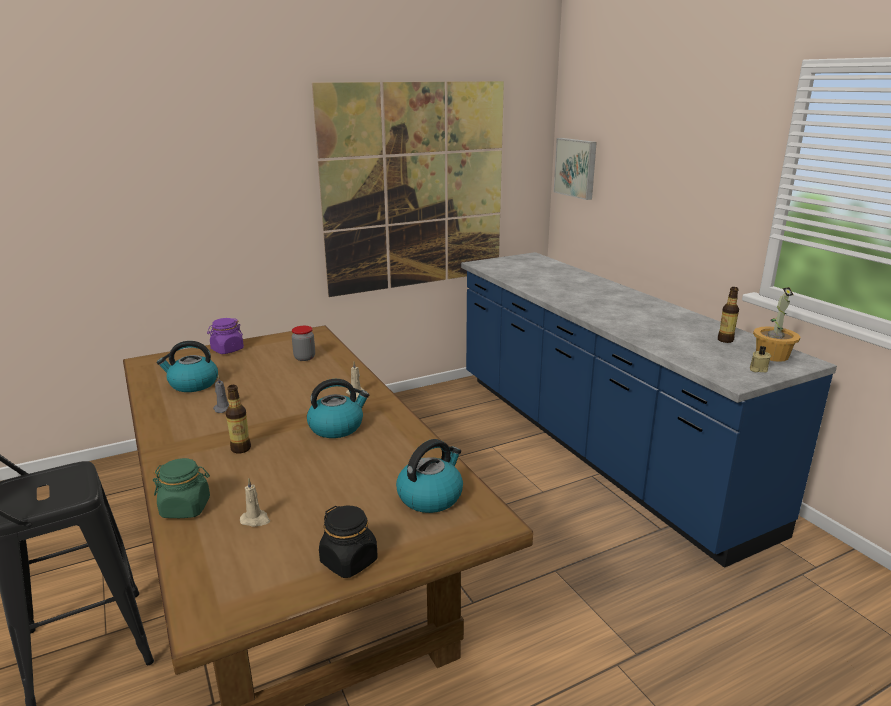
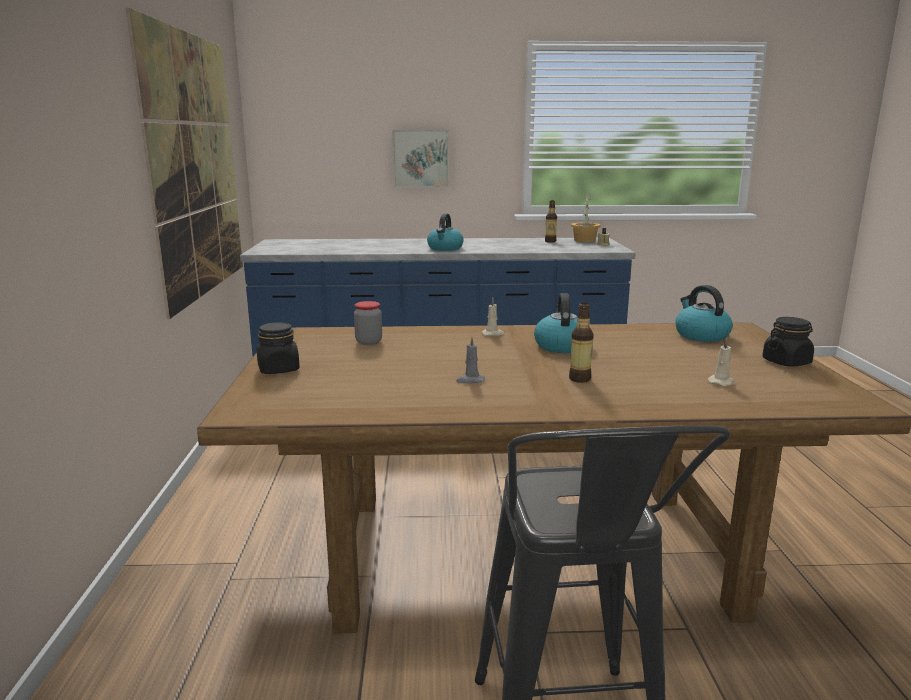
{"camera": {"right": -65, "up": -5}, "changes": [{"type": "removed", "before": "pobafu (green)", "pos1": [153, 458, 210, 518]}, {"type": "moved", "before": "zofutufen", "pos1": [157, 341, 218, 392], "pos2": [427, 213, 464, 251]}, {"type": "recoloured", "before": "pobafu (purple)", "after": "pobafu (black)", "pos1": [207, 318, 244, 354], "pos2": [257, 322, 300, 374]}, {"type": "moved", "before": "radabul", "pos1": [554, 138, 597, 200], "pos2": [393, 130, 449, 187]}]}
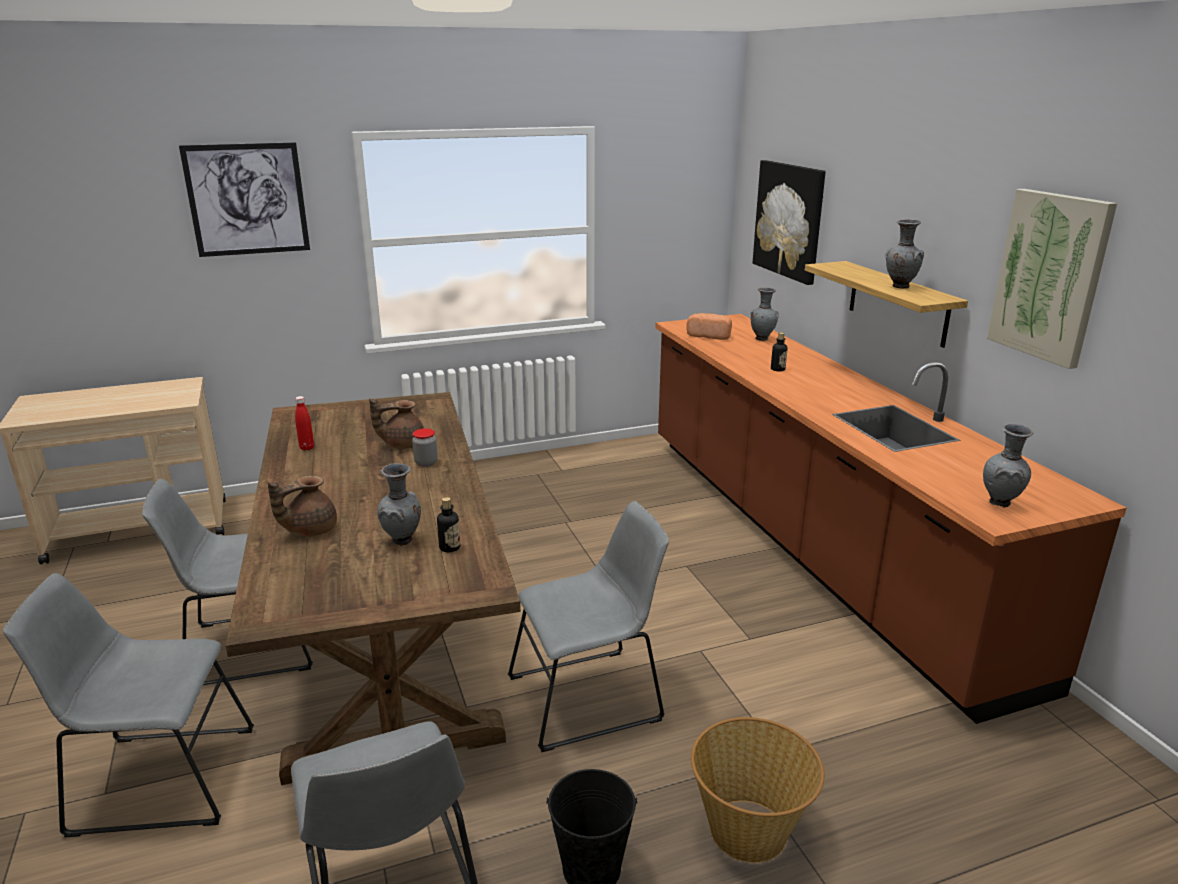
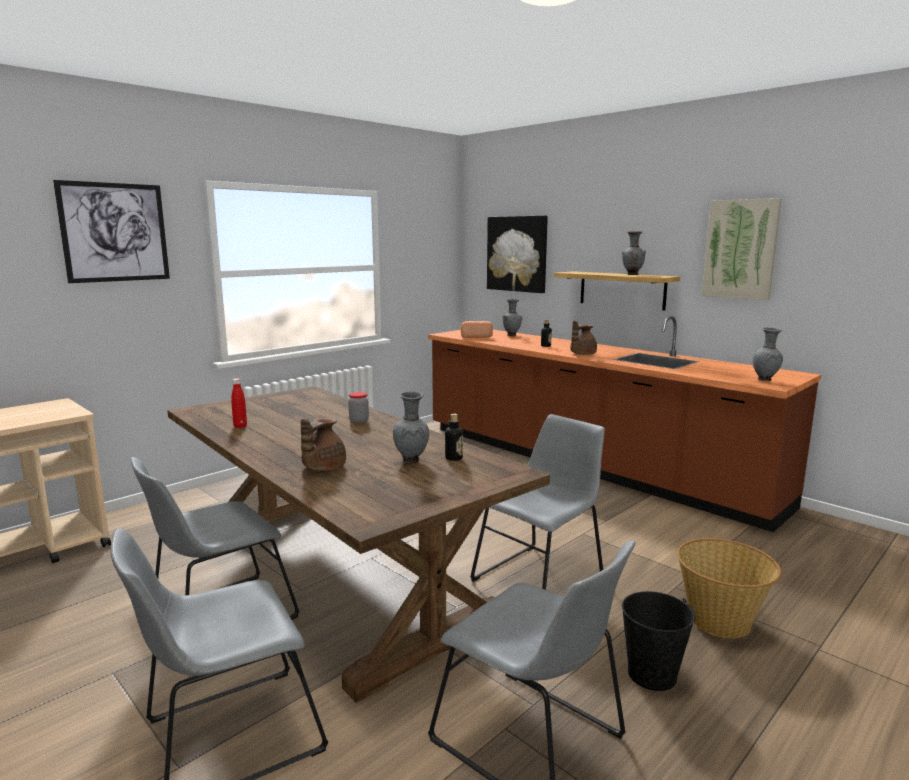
{"camera": {"right": -25, "up": -10}, "changes": [{"type": "moved", "before": "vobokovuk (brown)", "pos1": [369, 398, 424, 449], "pos2": [570, 321, 597, 355]}]}
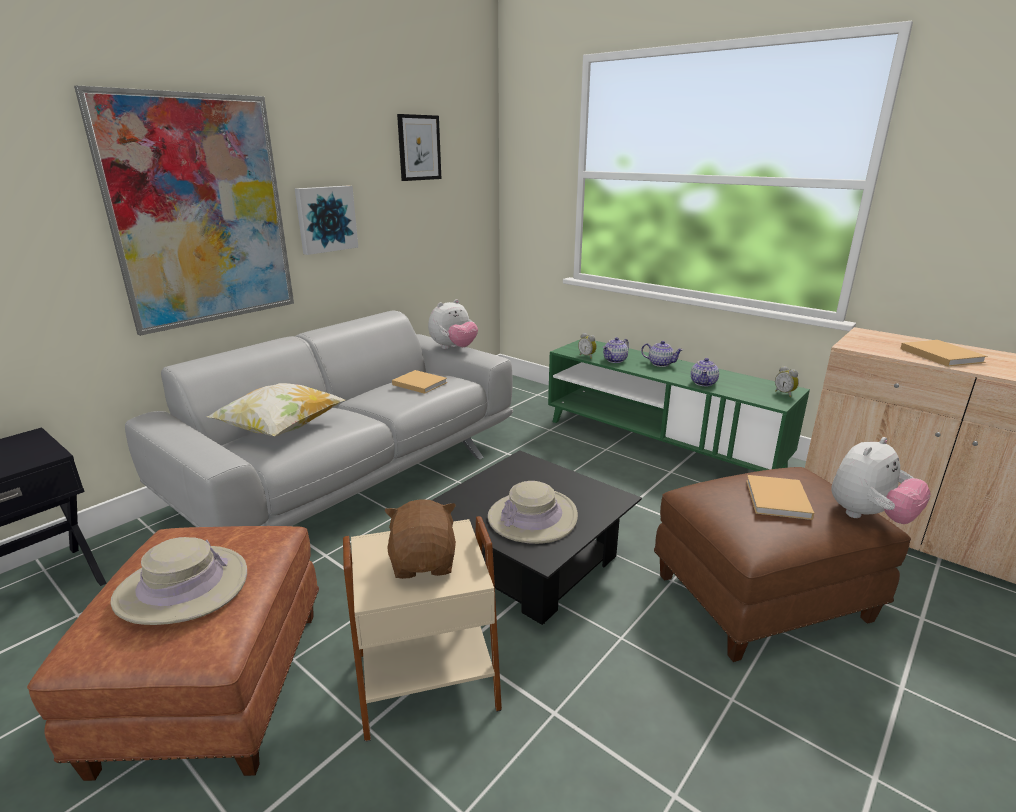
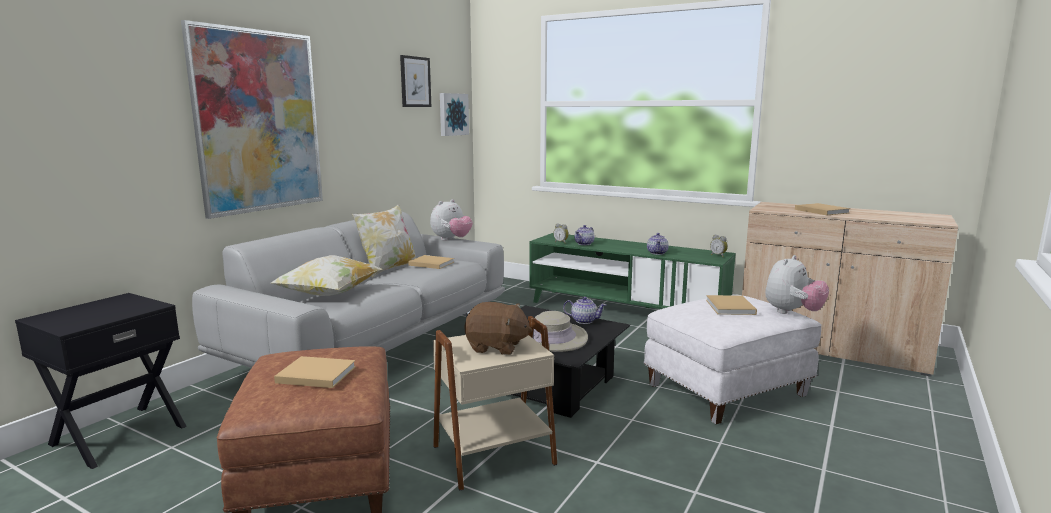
{"camera": {"right": -10, "up": -10}, "changes": [{"type": "replaced", "before": "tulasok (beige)", "after": "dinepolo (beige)", "pos1": [110, 537, 247, 625], "pos2": [274, 356, 356, 388]}, {"type": "moved", "before": "radabul", "pos1": [295, 186, 358, 255], "pos2": [440, 93, 469, 136]}, {"type": "turned", "before": "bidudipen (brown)", "pos1": [385, 499, 456, 579], "pos2": [465, 302, 533, 355], "turn": 120}, {"type": "moved", "before": "vobokovuk", "pos1": [641, 341, 683, 367], "pos2": [563, 297, 606, 324]}, {"type": "recoloured", "before": "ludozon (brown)", "after": "ludozon (white)", "pos1": [654, 467, 911, 662], "pos2": [644, 295, 822, 424]}, {"type": "added", "after": "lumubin", "pos2": [352, 204, 416, 277]}]}
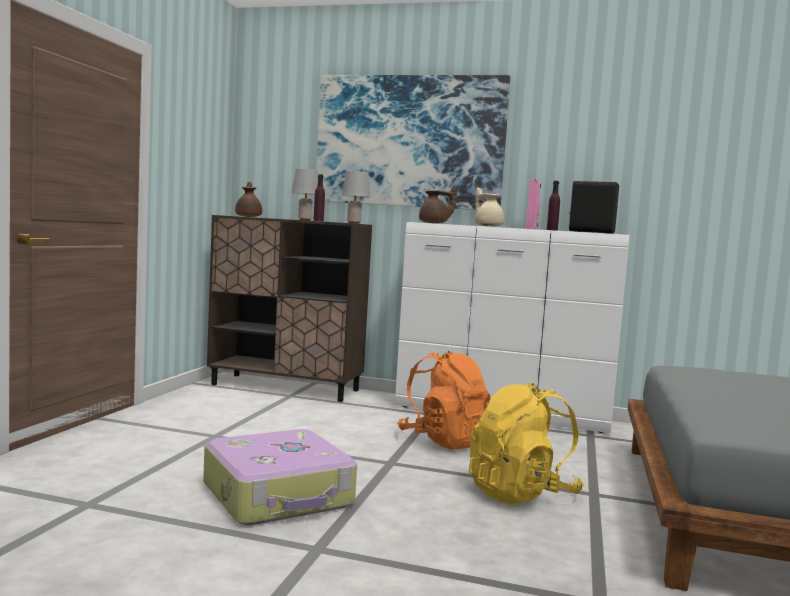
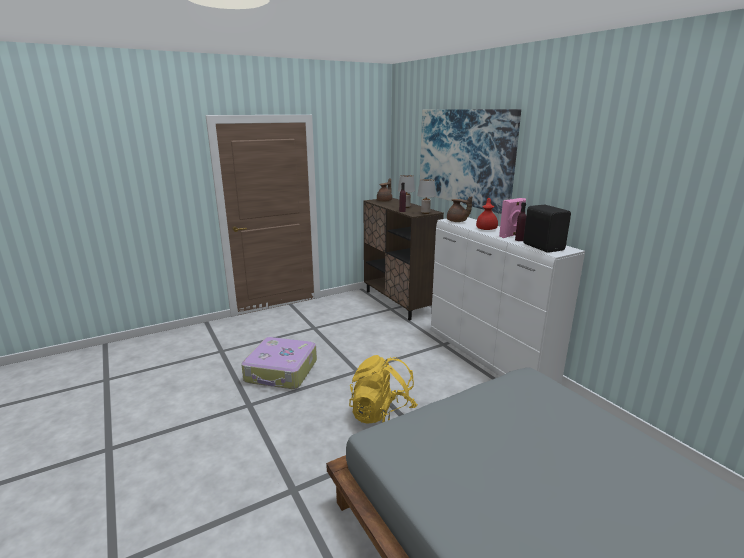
{"camera": {"right": 45, "up": 15}, "changes": [{"type": "removed", "before": "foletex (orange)", "pos1": [397, 351, 491, 450]}, {"type": "recoloured", "before": "vobokovuk (beige)", "after": "vobokovuk (red)", "pos1": [475, 187, 504, 227], "pos2": [476, 198, 498, 230]}]}
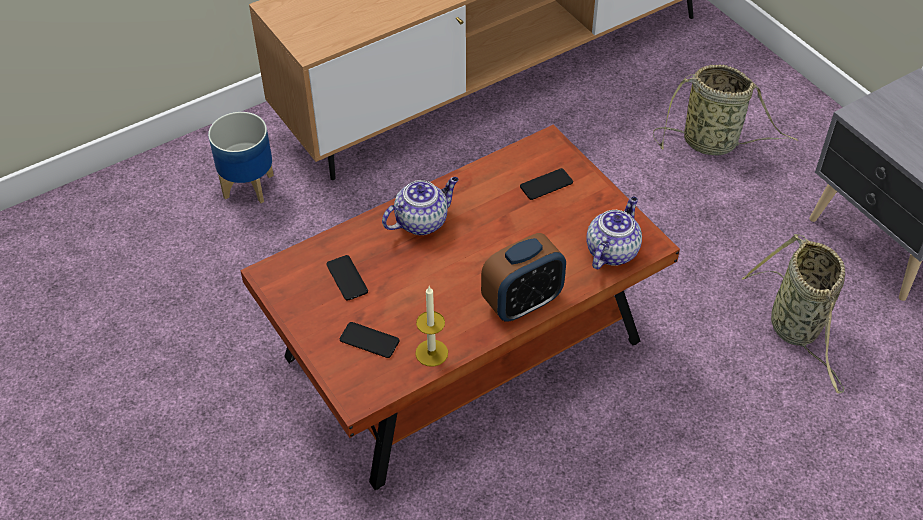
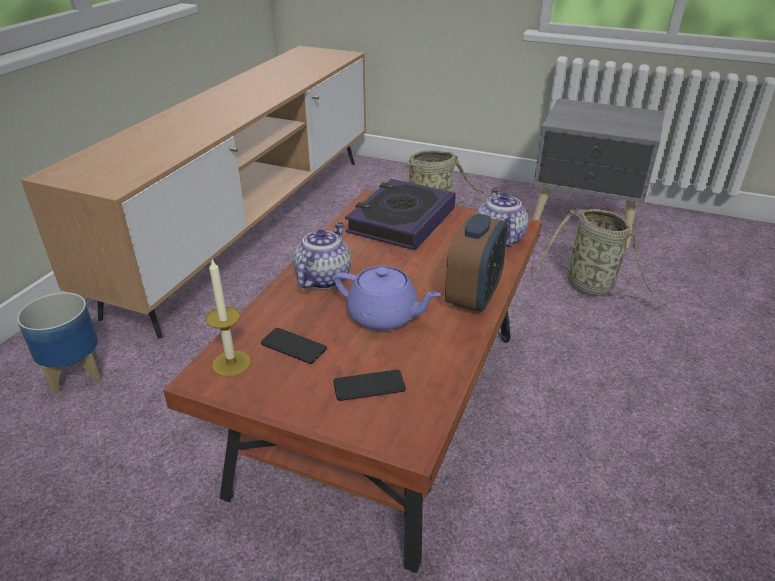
{"camera": {"right": -35, "up": -15}, "changes": [{"type": "moved", "before": "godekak", "pos1": [415, 286, 448, 367], "pos2": [205, 259, 251, 377]}, {"type": "replaced", "before": "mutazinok", "after": "dinepolo", "pos1": [520, 168, 573, 200], "pos2": [345, 179, 456, 250]}, {"type": "added", "after": "vobokovuk (purple)", "pos2": [334, 266, 441, 331]}]}
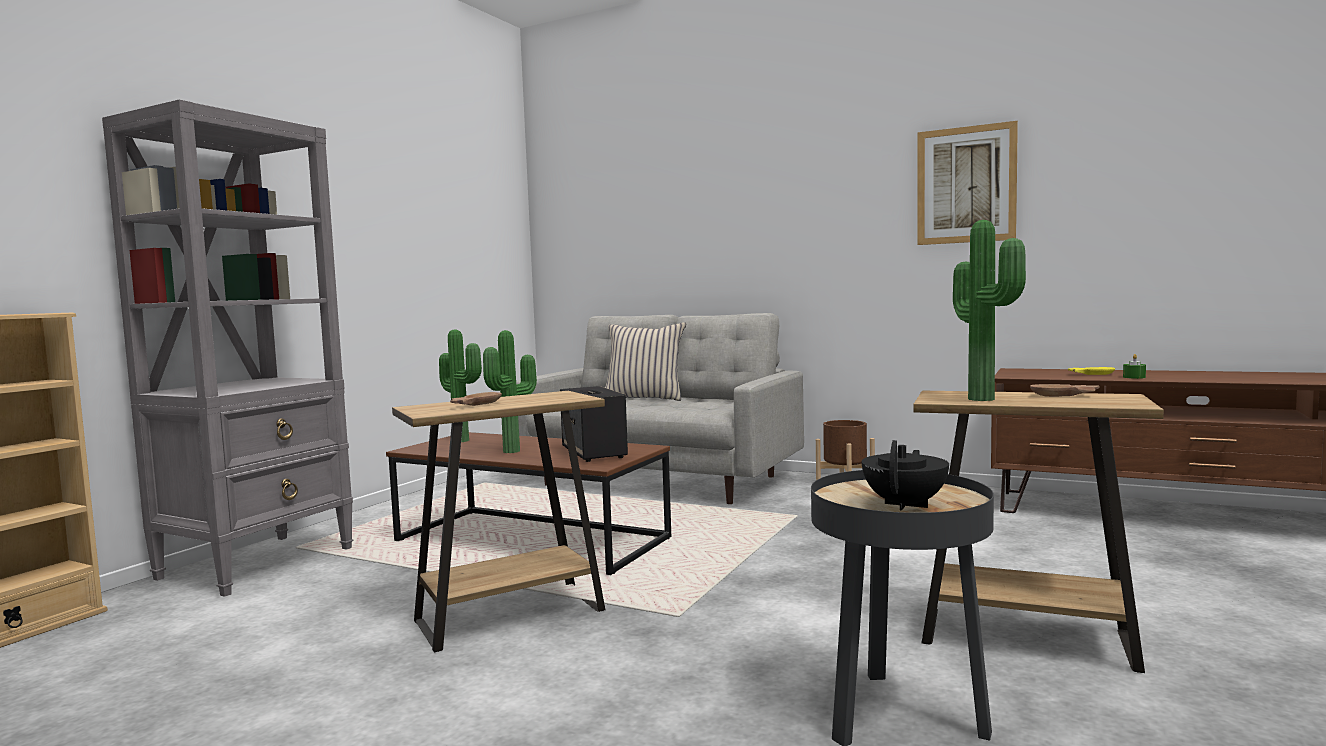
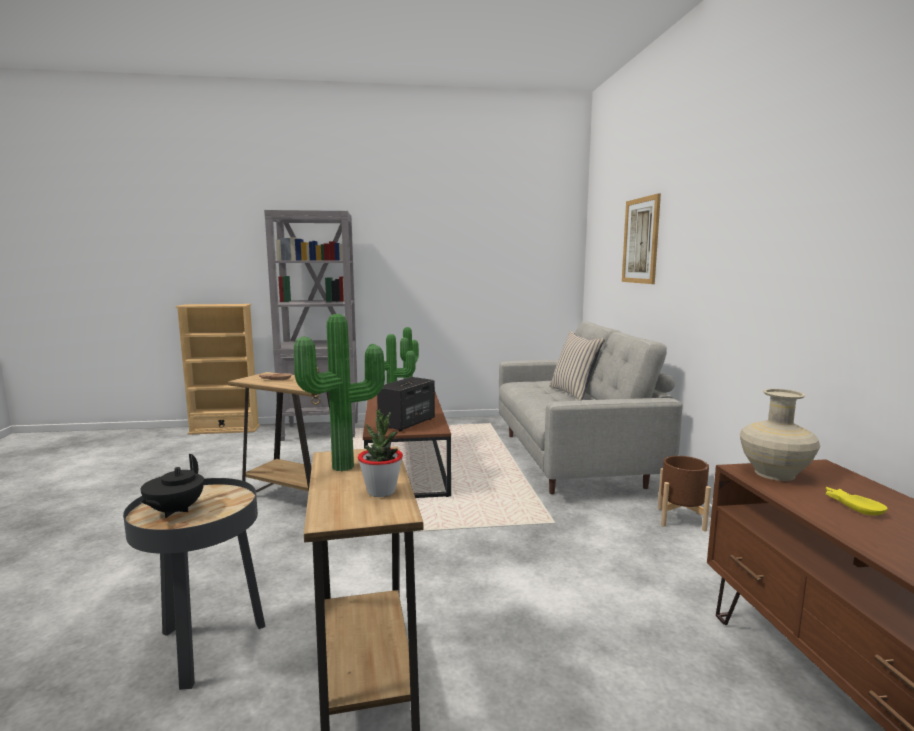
{"camera": {"right": 55, "up": 5}, "changes": [{"type": "turned", "before": "vobokovuk (black)", "pos1": [862, 440, 949, 510], "pos2": [141, 454, 204, 518], "turn": 105}, {"type": "moved", "before": "radabul", "pos1": [917, 121, 1018, 245], "pos2": [622, 193, 661, 284]}, {"type": "replaced", "before": "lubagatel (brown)", "after": "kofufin", "pos1": [1030, 384, 1099, 397], "pos2": [358, 409, 403, 497]}, {"type": "removed", "before": "godekak (green)", "pos1": [1123, 354, 1146, 379]}, {"type": "added", "after": "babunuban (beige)", "pos2": [740, 389, 820, 481]}]}
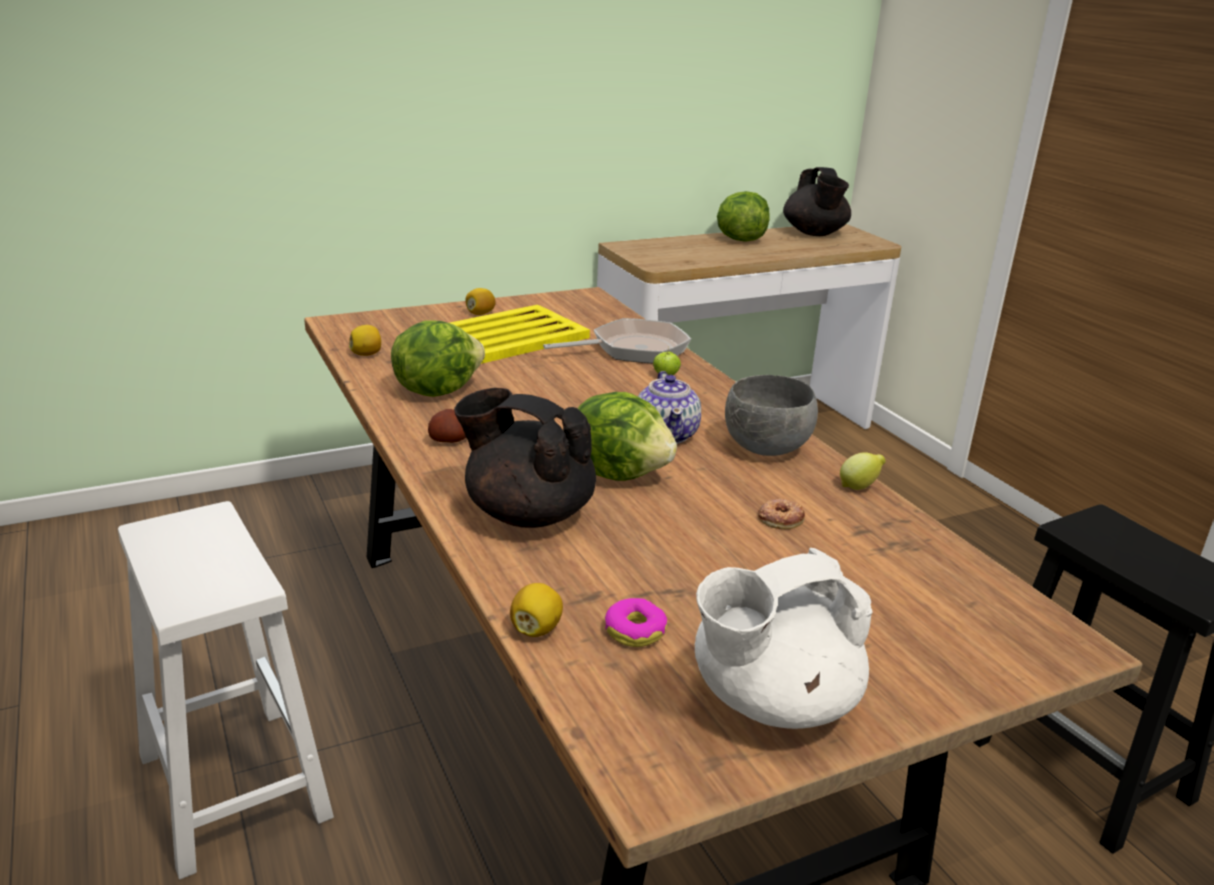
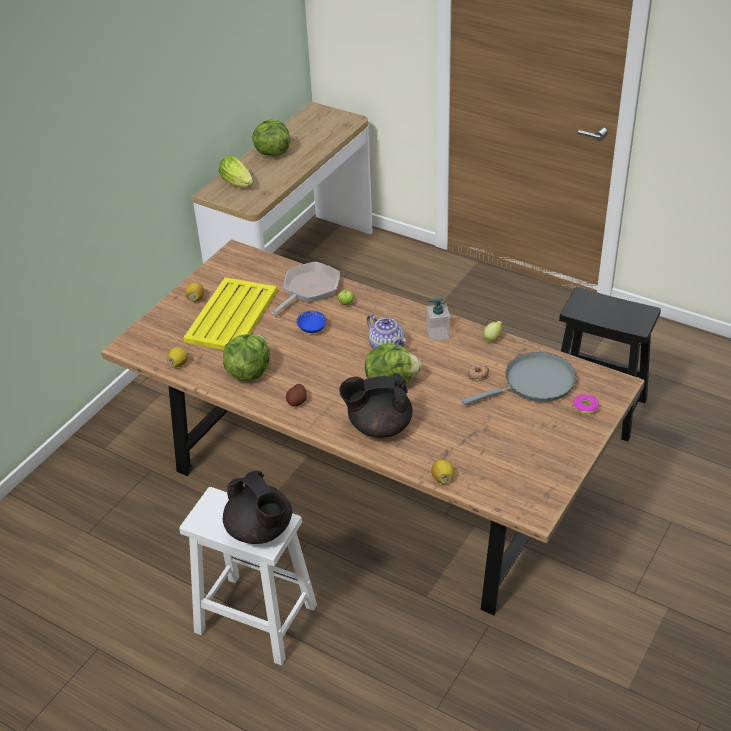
{"camera": {"right": -30, "up": 15}, "changes": [{"type": "moved", "before": "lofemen", "pos1": [605, 598, 667, 647], "pos2": [573, 394, 599, 415]}, {"type": "removed", "before": "vobokovuk (white)", "pos1": [695, 548, 873, 729]}, {"type": "replaced", "before": "lubagatel (grey)", "after": "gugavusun", "pos1": [725, 375, 818, 456], "pos2": [427, 298, 450, 341]}, {"type": "moved", "before": "vobokovuk (black)", "pos1": [783, 167, 851, 236], "pos2": [223, 471, 292, 544]}, {"type": "added", "after": "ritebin", "pos2": [219, 156, 253, 187]}, {"type": "added", "after": "lubagatel (blue)", "pos2": [296, 311, 326, 333]}, {"type": "added", "after": "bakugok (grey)", "pos2": [462, 352, 576, 405]}]}
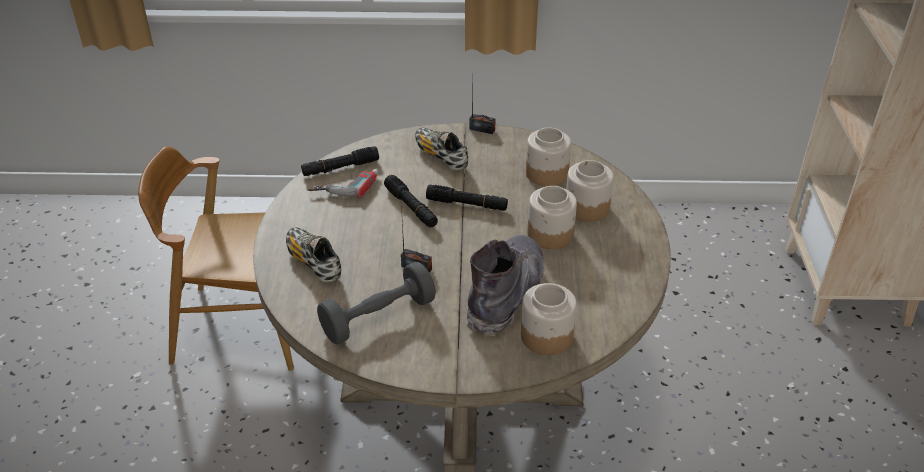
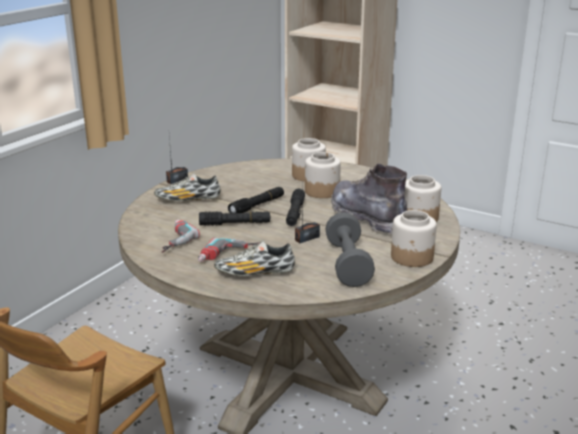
{"camera": {"right": -60, "up": -15}, "changes": [{"type": "moved", "before": "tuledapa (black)", "pos1": [301, 146, 379, 176], "pos2": [286, 189, 305, 226]}, {"type": "moved", "before": "pobafu", "pos1": [526, 127, 571, 186], "pos2": [391, 210, 437, 267]}, {"type": "added", "after": "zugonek", "pos2": [198, 237, 261, 262]}]}
